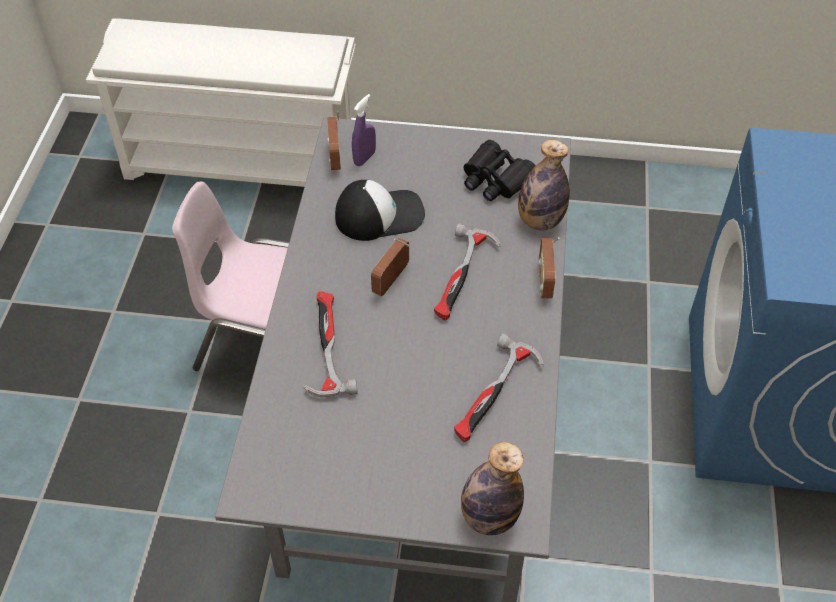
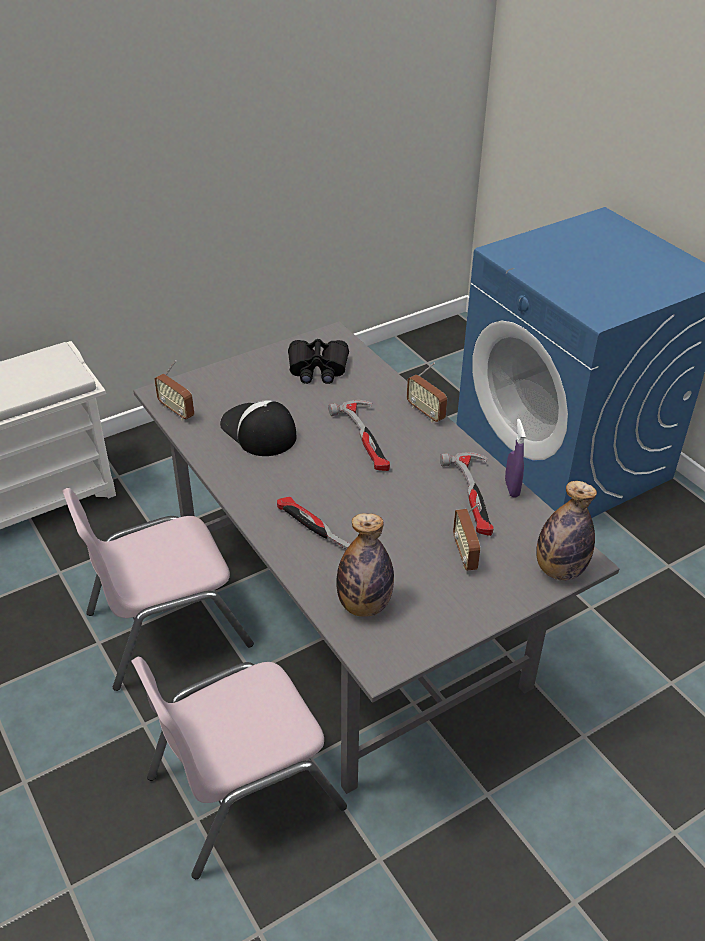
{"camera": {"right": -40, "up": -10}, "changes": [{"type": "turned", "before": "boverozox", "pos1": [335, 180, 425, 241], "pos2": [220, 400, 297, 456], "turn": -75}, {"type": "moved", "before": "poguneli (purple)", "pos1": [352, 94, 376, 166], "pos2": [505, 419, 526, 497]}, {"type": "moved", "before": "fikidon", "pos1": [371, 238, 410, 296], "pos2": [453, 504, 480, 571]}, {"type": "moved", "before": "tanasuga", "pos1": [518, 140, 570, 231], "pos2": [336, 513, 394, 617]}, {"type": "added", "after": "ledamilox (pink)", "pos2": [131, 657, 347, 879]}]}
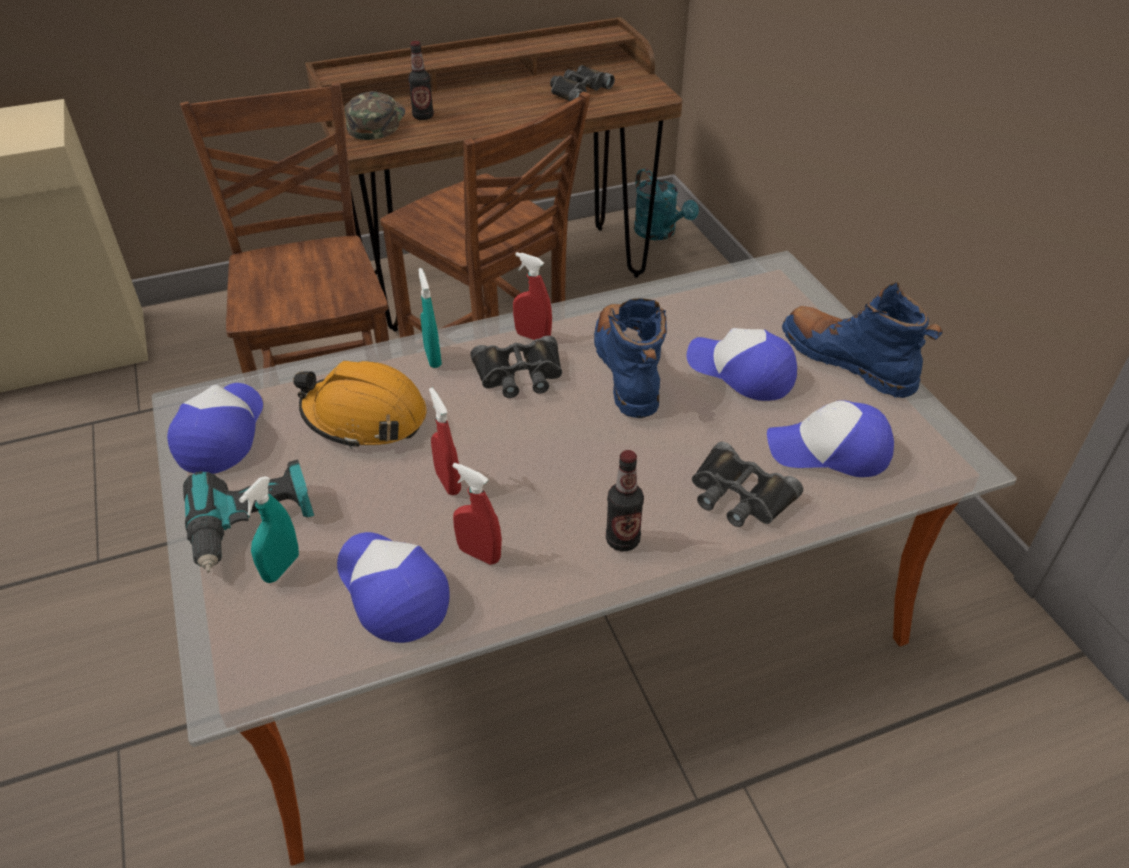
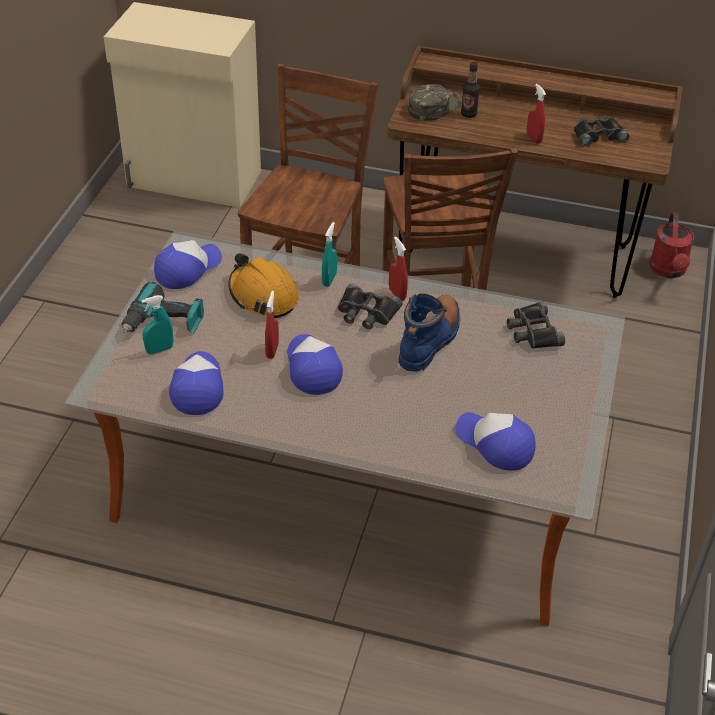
{"camera": {"right": 35, "up": 0}, "changes": [{"type": "moved", "before": "poguneli (red)", "pos1": [453, 463, 502, 565], "pos2": [527, 84, 546, 144]}, {"type": "removed", "before": "tanasuga", "pos1": [606, 450, 644, 551]}, {"type": "recoloured", "before": "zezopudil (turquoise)", "after": "zezopudil (red)", "pos1": [634, 168, 699, 240], "pos2": [650, 212, 694, 278]}, {"type": "moved", "before": "boverozox", "pos1": [686, 328, 797, 401], "pos2": [287, 334, 343, 395]}, {"type": "moved", "before": "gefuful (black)", "pos1": [692, 442, 803, 527], "pos2": [507, 301, 565, 349]}, {"type": "removed", "before": "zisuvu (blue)", "pos1": [782, 282, 943, 398]}]}
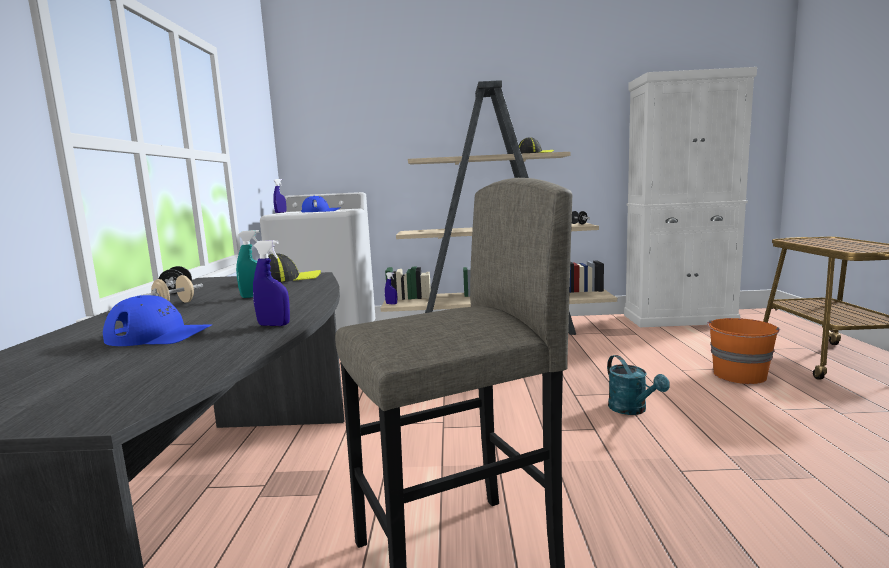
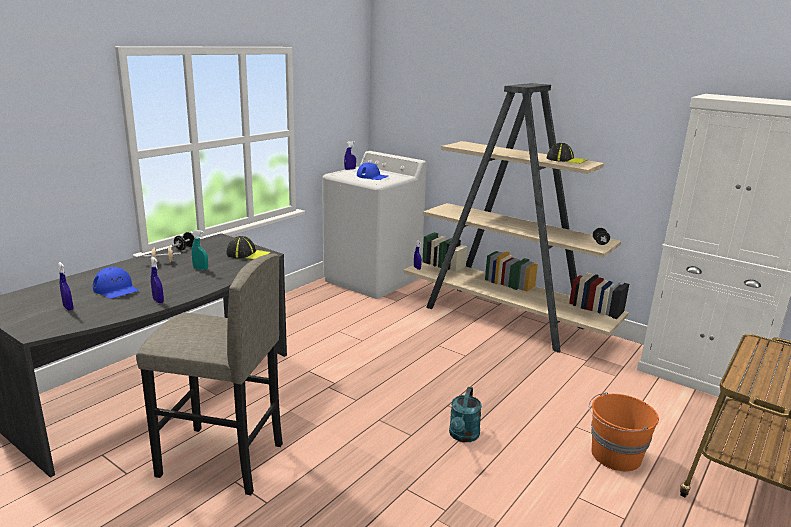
{"camera": {"right": 35, "up": 10}, "changes": [{"type": "added", "after": "poguneli (blue)", "pos2": [58, 262, 73, 310]}]}
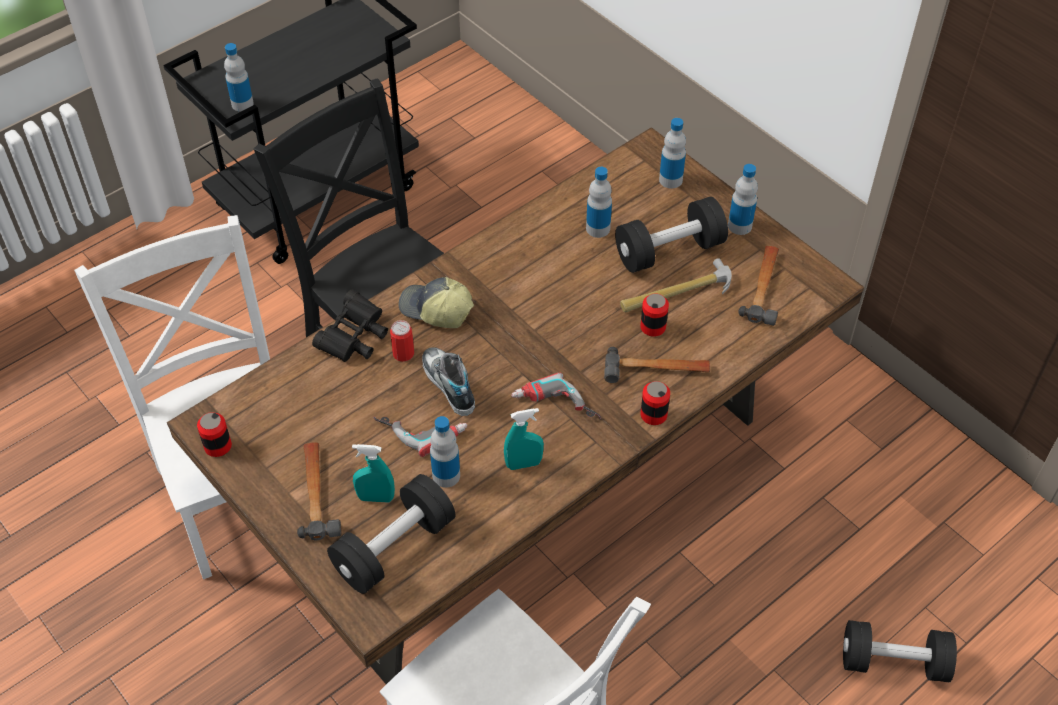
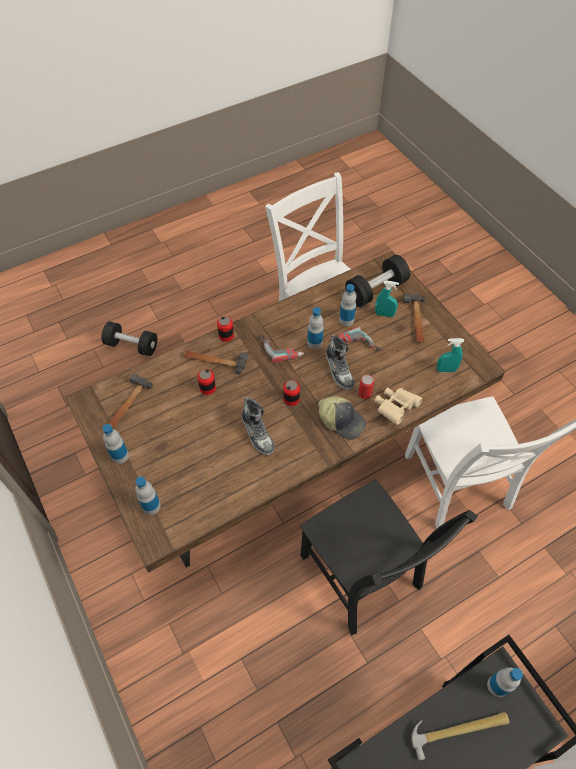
{"camera": {"right": -170, "up": 5}, "changes": [{"type": "moved", "before": "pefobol", "pos1": [197, 412, 232, 457], "pos2": [283, 380, 300, 406]}, {"type": "recoloured", "before": "gefuful (black)", "after": "gefuful (beige)", "pos1": [312, 290, 388, 362], "pos2": [374, 387, 422, 425]}, {"type": "moved", "before": "poguneli (turquoise)", "pos1": [504, 408, 544, 470], "pos2": [437, 338, 464, 372]}, {"type": "moved", "before": "tanasuga", "pos1": [586, 167, 612, 238], "pos2": [307, 307, 324, 349]}, {"type": "removed", "before": "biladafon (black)", "pos1": [615, 197, 728, 273]}, {"type": "moved", "before": "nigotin", "pos1": [620, 258, 732, 312], "pos2": [411, 712, 509, 760]}, {"type": "added", "after": "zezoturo", "pos2": [242, 398, 274, 455]}]}
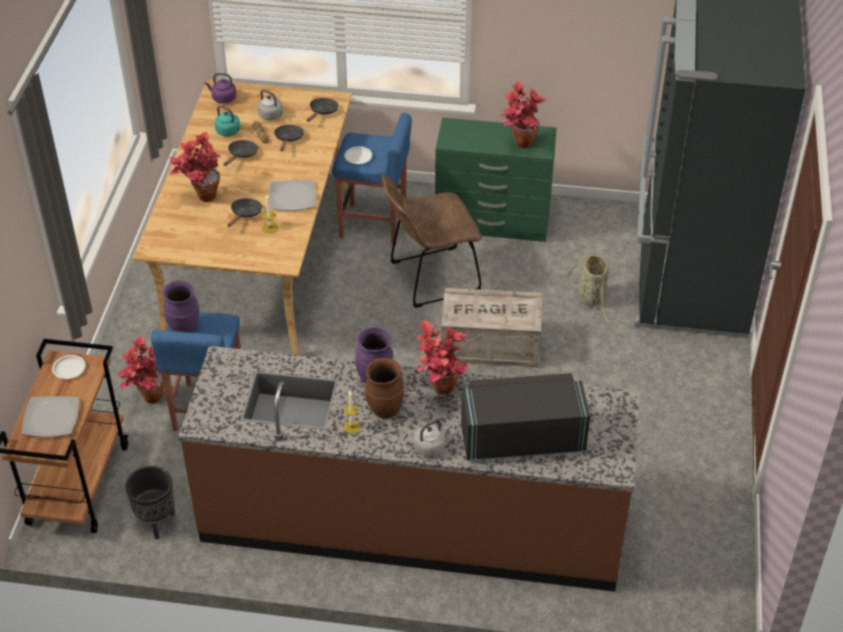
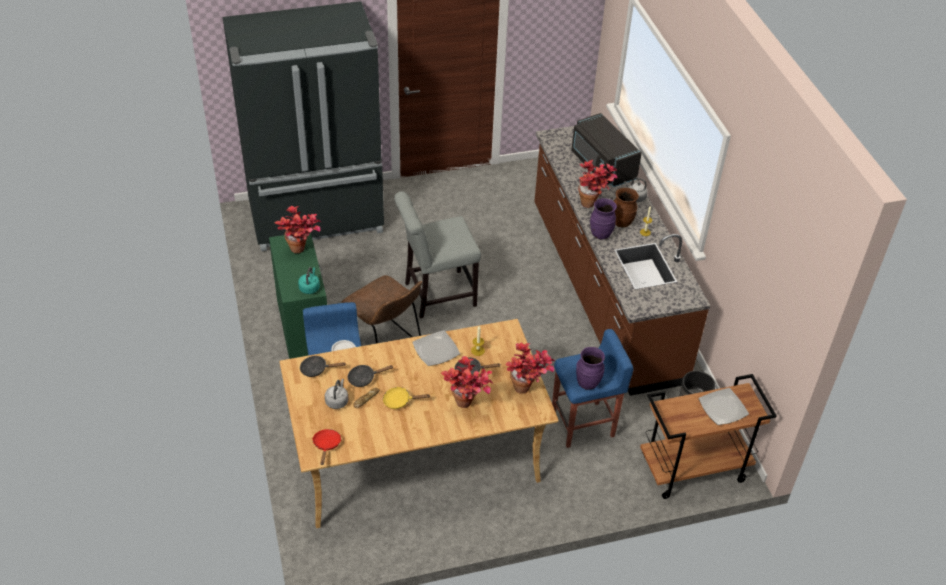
{"camera": {"right": -115, "up": 0}, "changes": [{"type": "removed", "before": "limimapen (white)", "pos1": [52, 355, 85, 379]}, {"type": "moved", "before": "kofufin", "pos1": [118, 336, 164, 404], "pos2": [506, 343, 555, 393]}, {"type": "replaced", "before": "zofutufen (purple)", "after": "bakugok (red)", "pos1": [205, 73, 237, 104], "pos2": [312, 429, 341, 465]}, {"type": "moved", "before": "zofutufen (turquoise)", "pos1": [215, 106, 242, 137], "pos2": [298, 267, 320, 294]}, {"type": "recoloured", "before": "bakugok (black)", "after": "bakugok (yellow)", "pos1": [223, 140, 258, 166], "pos2": [383, 387, 430, 409]}, {"type": "replaced", "before": "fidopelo", "after": "ledamilox (grey)", "pos1": [441, 288, 542, 368], "pos2": [394, 191, 481, 318]}, {"type": "removed", "before": "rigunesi", "pos1": [565, 252, 612, 324]}]}
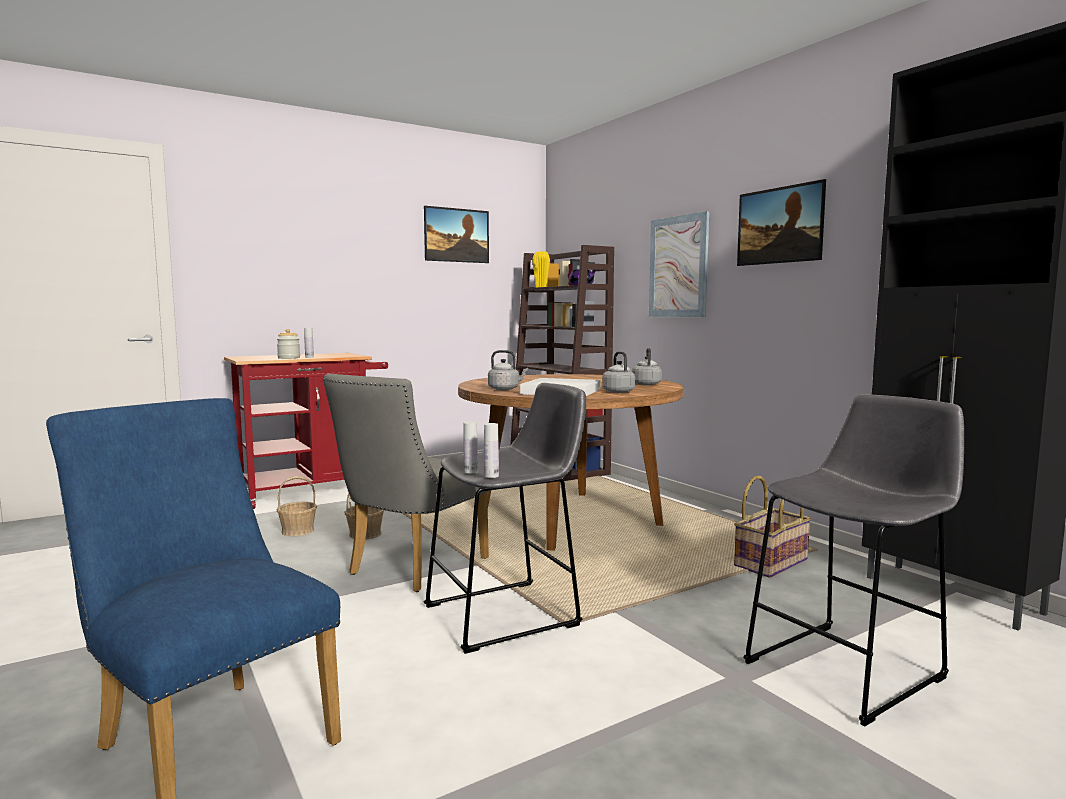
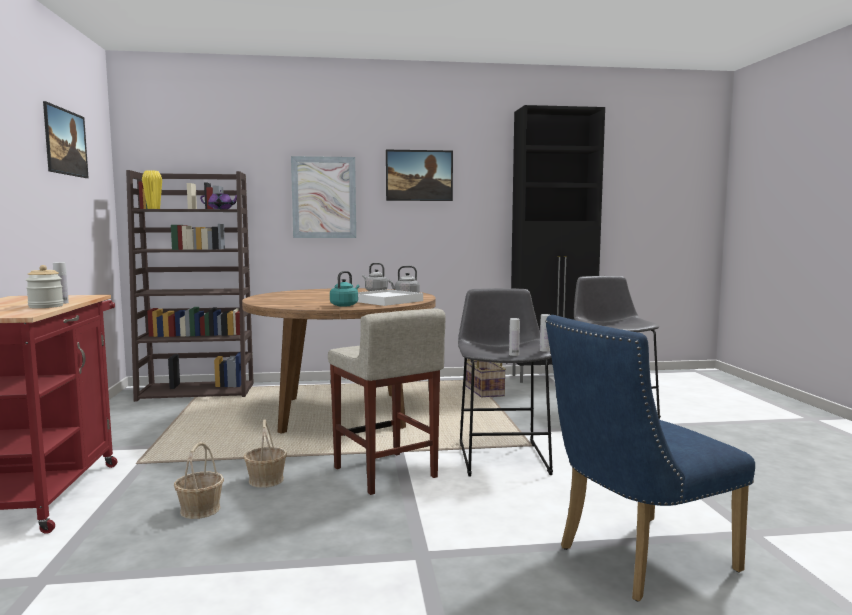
{"camera": {"right": -65, "up": 0}, "changes": [{"type": "replaced", "before": "ledamilox (grey)", "after": "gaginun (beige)", "pos1": [323, 374, 489, 592], "pos2": [328, 308, 446, 495]}, {"type": "recoloured", "before": "zofutufen (grey)", "after": "zofutufen (turquoise)", "pos1": [488, 350, 528, 390], "pos2": [330, 271, 360, 307]}]}
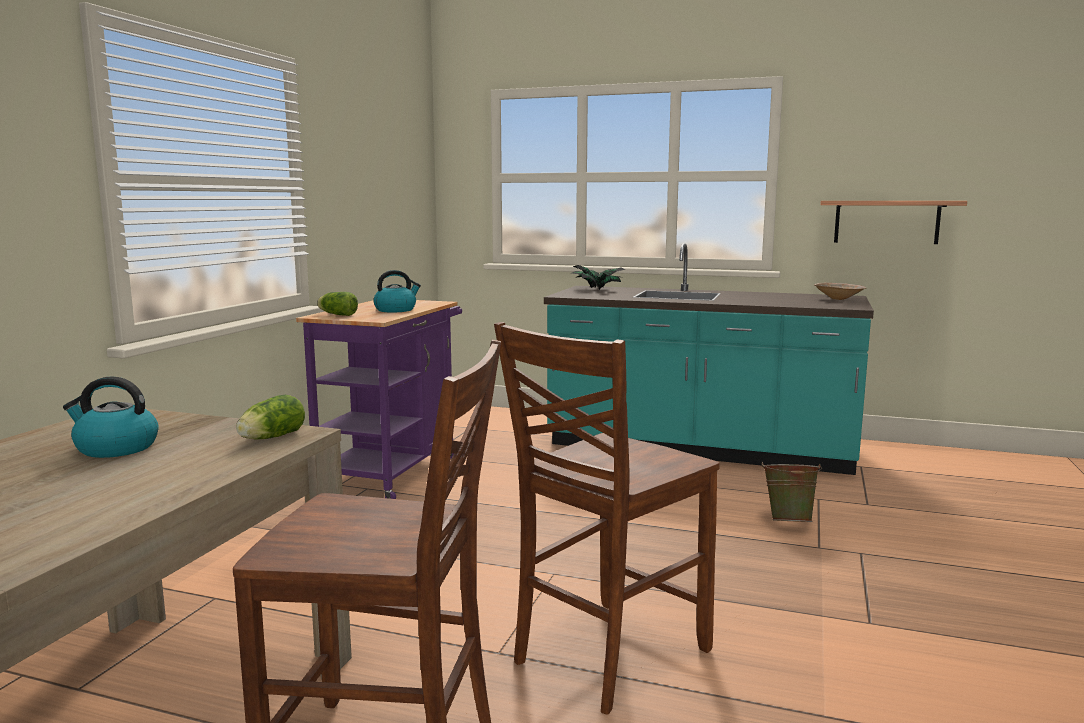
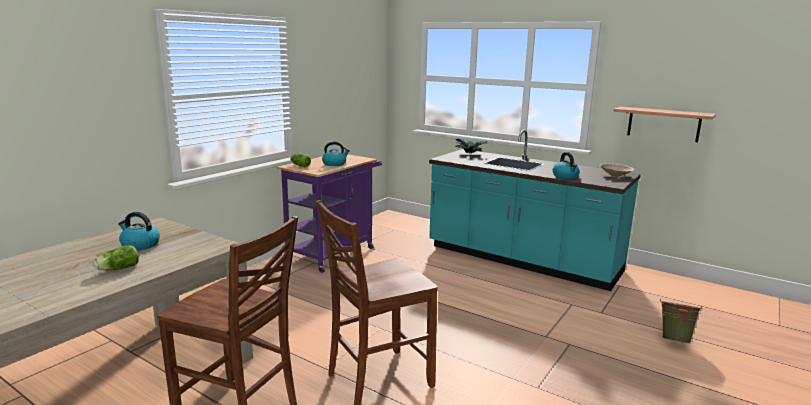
{"camera": {"right": 15, "up": 5}, "changes": [{"type": "moved", "before": "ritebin", "pos1": [236, 395, 305, 439], "pos2": [93, 245, 139, 271]}, {"type": "moved", "before": "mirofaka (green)", "pos1": [762, 462, 822, 522], "pos2": [660, 299, 703, 343]}, {"type": "added", "after": "zofutufen", "pos2": [553, 152, 580, 179]}]}
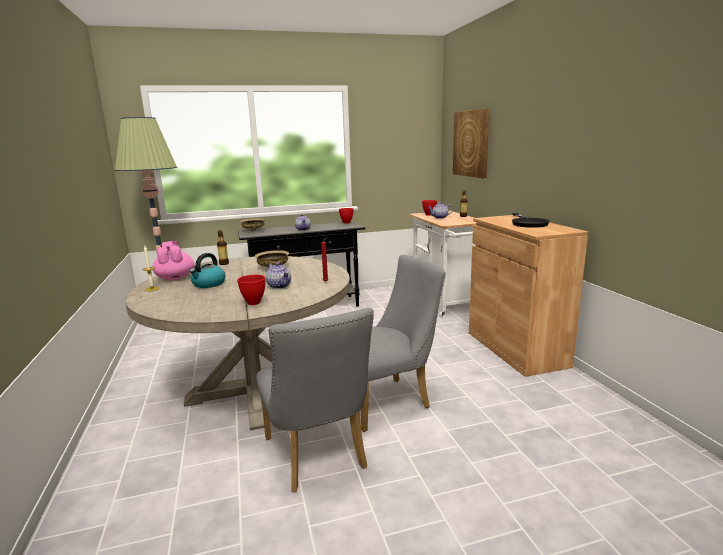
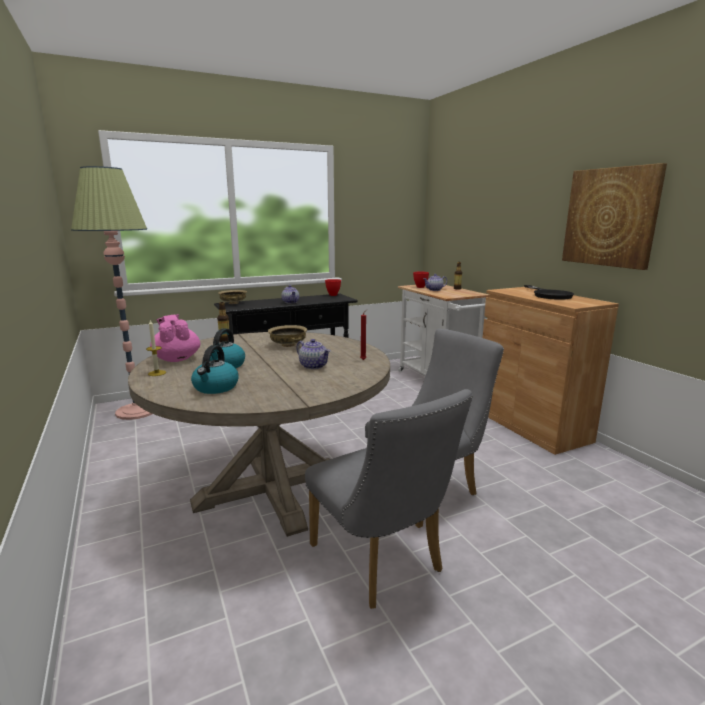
{"camera": {"right": -10, "up": 0}, "changes": [{"type": "removed", "before": "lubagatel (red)", "pos1": [237, 275, 266, 305]}, {"type": "moved", "before": "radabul", "pos1": [453, 108, 490, 178], "pos2": [562, 163, 667, 270]}, {"type": "added", "after": "zofutufen", "pos2": [191, 345, 238, 394]}]}
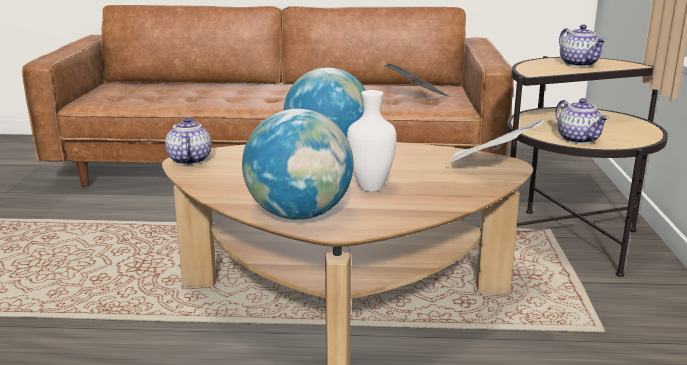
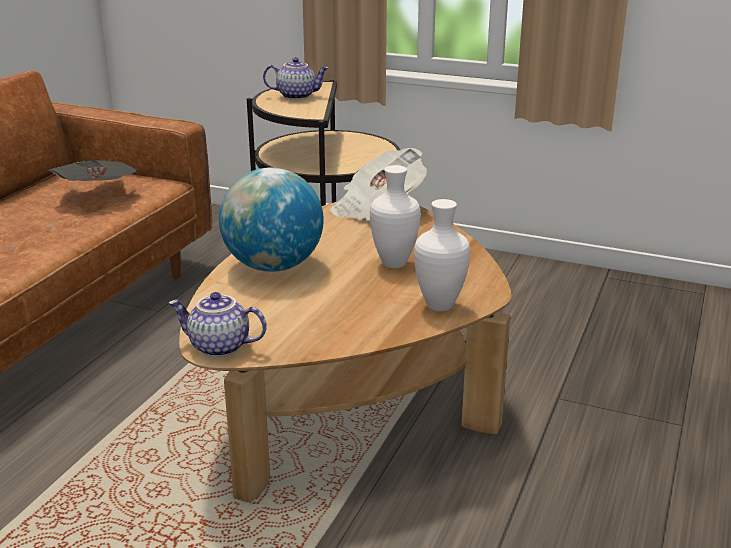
{"camera": {"right": -70, "up": 5}, "changes": [{"type": "replaced", "before": "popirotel", "after": "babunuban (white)", "pos1": [242, 109, 353, 220], "pos2": [414, 199, 470, 312]}, {"type": "removed", "before": "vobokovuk", "pos1": [555, 98, 609, 144]}]}
